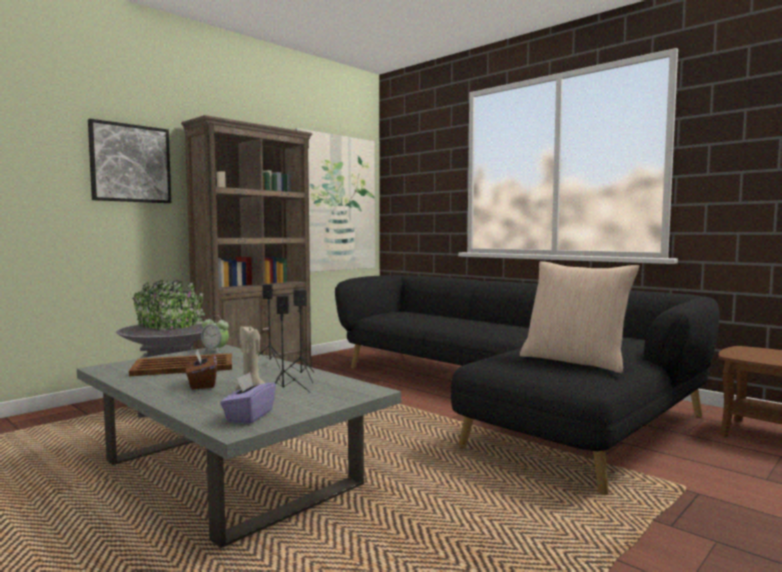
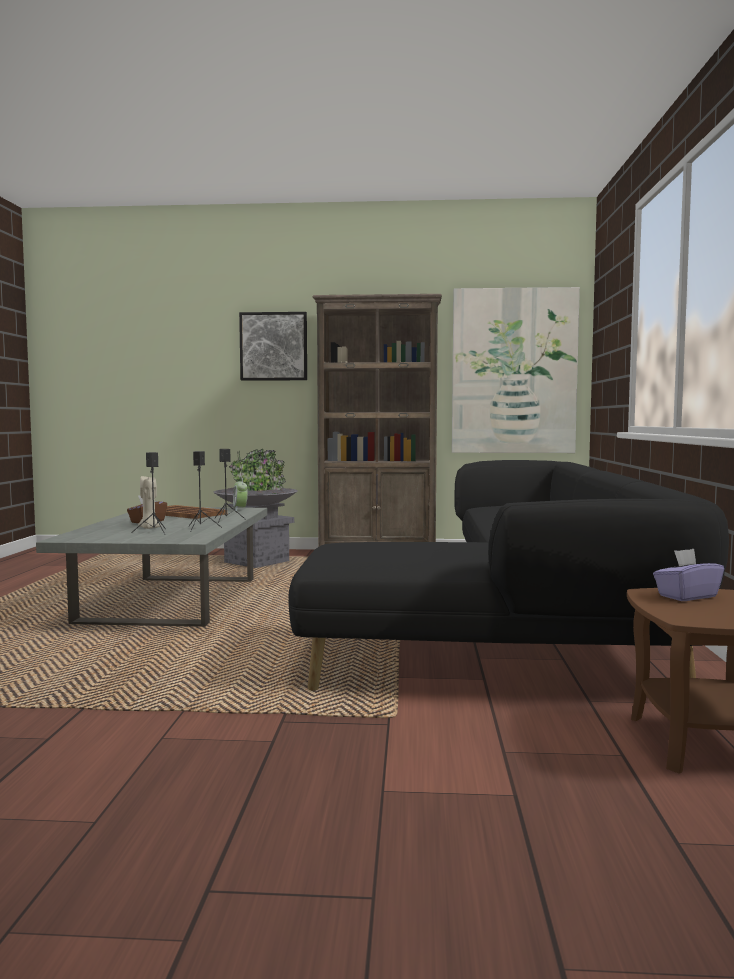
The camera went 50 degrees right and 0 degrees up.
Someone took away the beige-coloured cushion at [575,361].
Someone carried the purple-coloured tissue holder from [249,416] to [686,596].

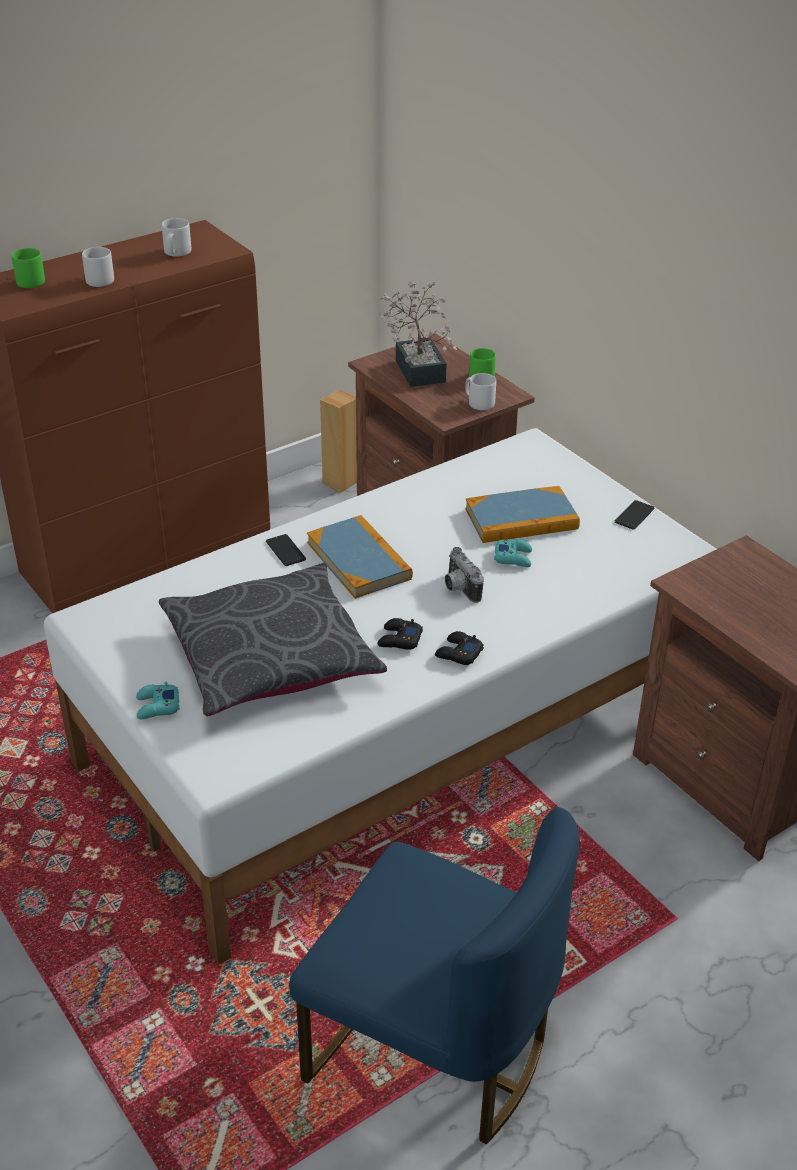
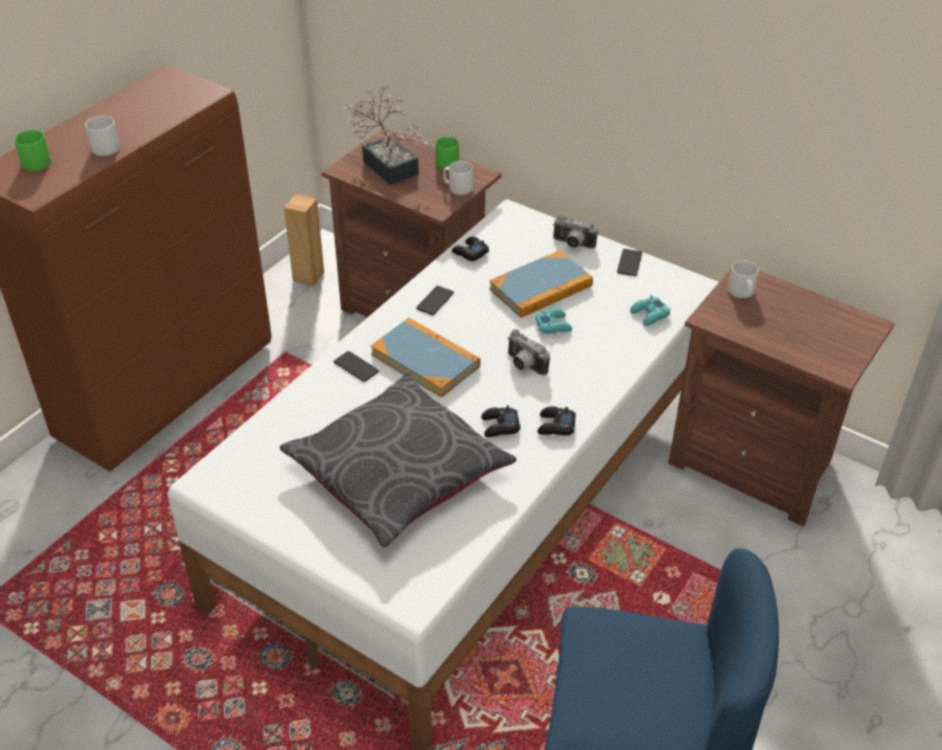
The camera went 20 degrees left and 5 degrees up.
Someone put down the telephone at [435,301].
Someone put down the black game controller at [470,253].
Someone put down the still camera at [572,245].
Someone carried the turquoise-coloured game controller from [157,706] to [649,315].
Someone carried the grey mug from [176,253] to [741,293].

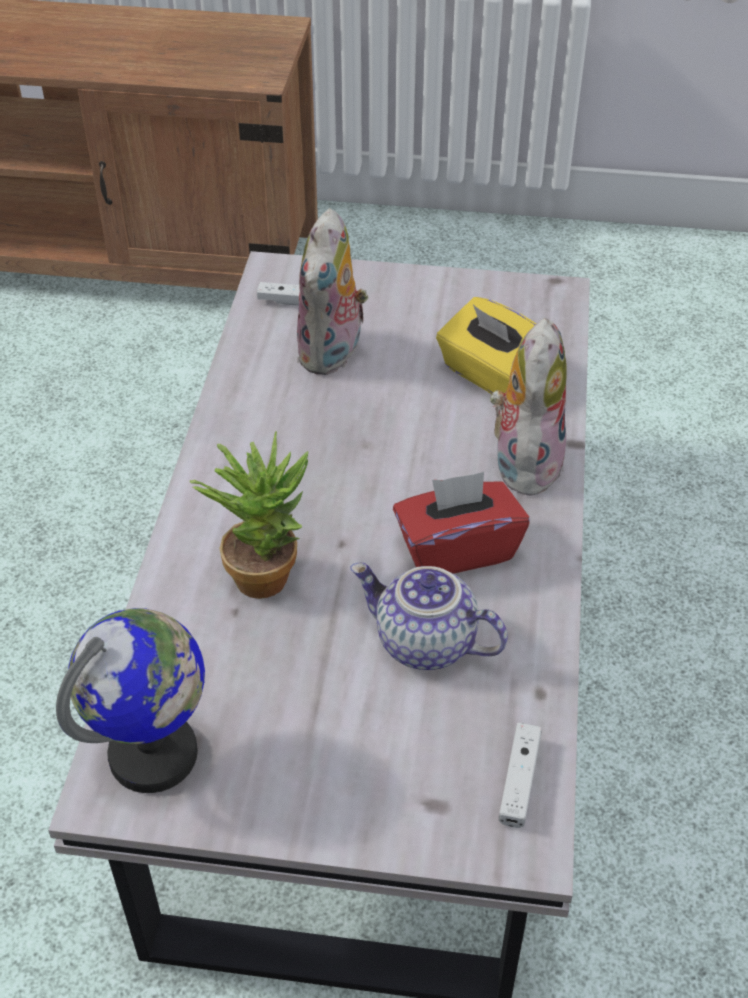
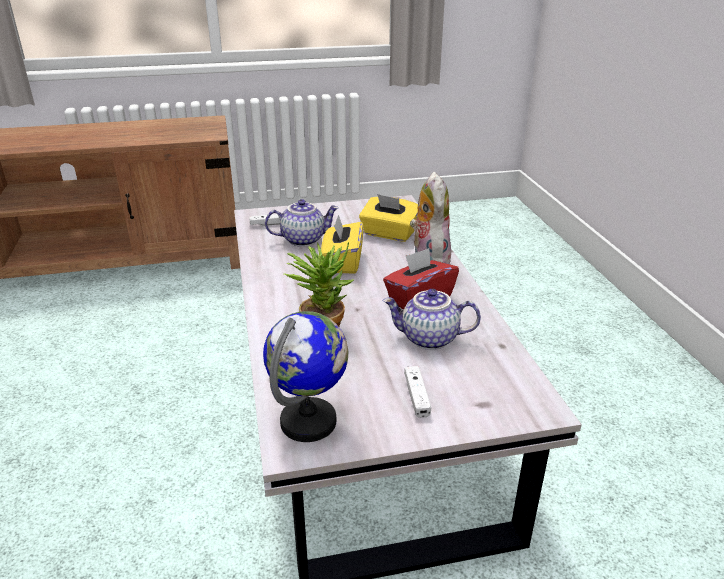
The camera went 20 degrees left and 15 degrees down.
Someone put down the yellowish tissue holder at [343,262].
Someone carried the white-coloured game controller from [519,781] to [416,396].
Someone swapped the plush toy at [333,354] for the tea pot at [303,239].

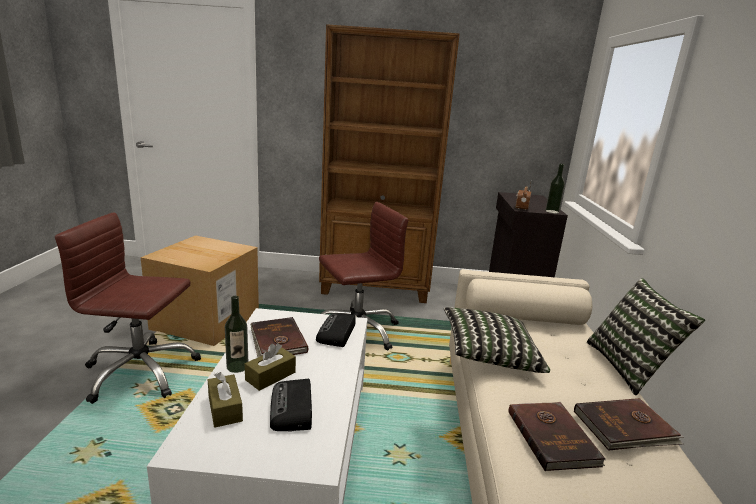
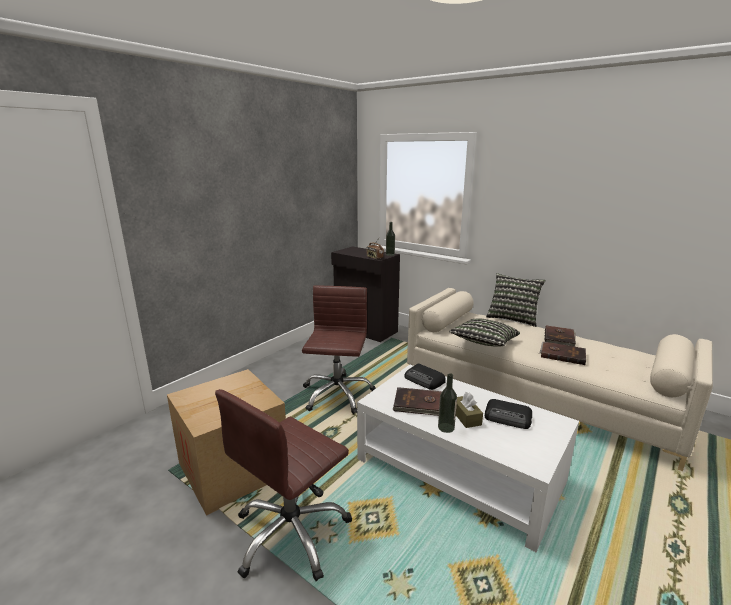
The camera went 55 degrees left and 0 degrees up.
Someone took away the brownish tissue holder at [225,408].
Someone took away the brownish bookcase at [376,288].

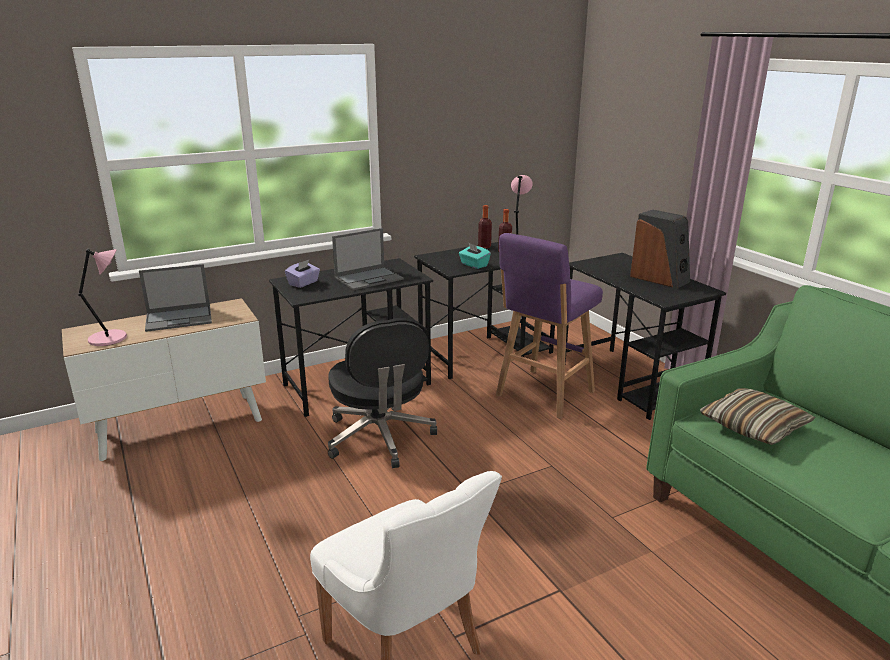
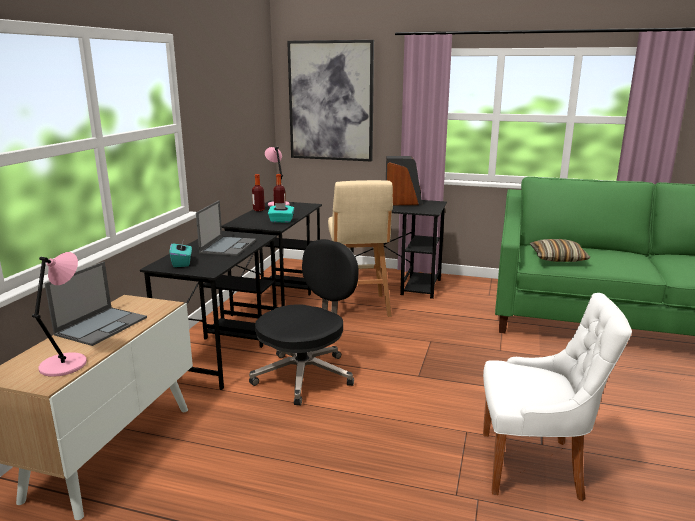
The camera went 45 degrees left and 5 degrees down.
Someone put up the wall art at [331,101].
Someone repainted the purple-coloured tissue holder at [303,283], which became the turquoise-coloured tissue holder at [182,263].
Someone repainted the purple-coloured sitting stool at [543,394], which became the beige-coloured sitting stool at [358,308].
Someone rotated the black desk chair at [380,438] by 75 degrees counterclockwise.

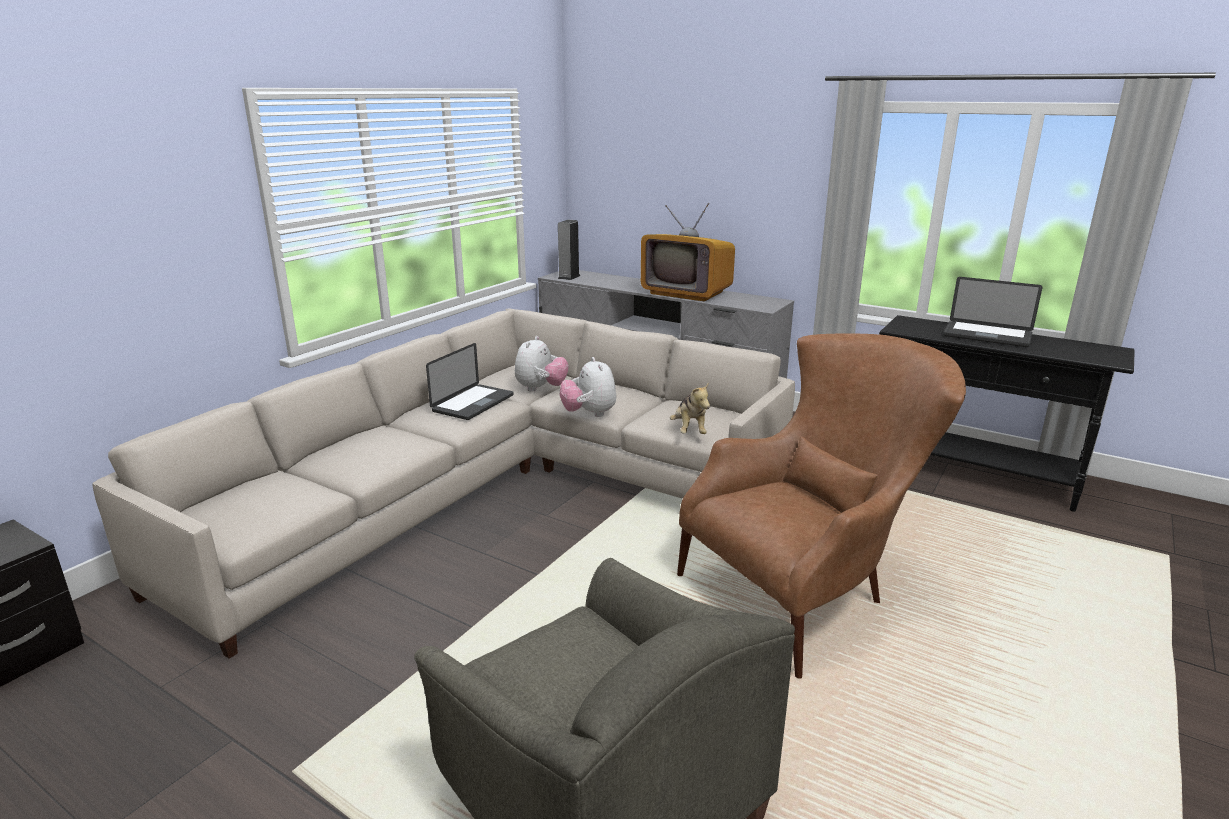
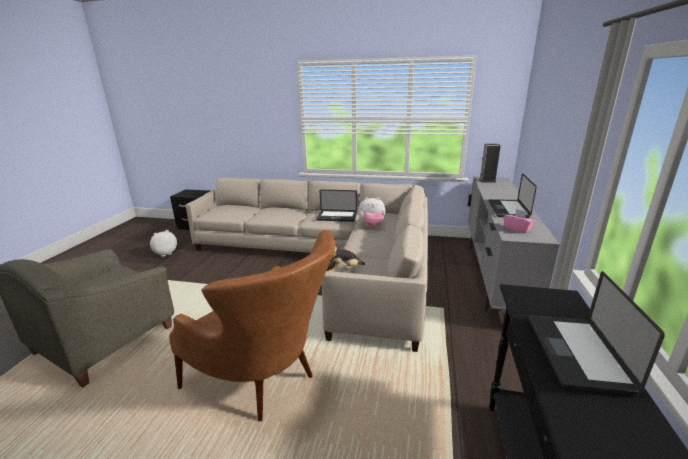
The camera went 70 degrees right and 0 degrees up.
Someone put down the pink-coloured tissue holder at [517,229].
Someone carried the plush toy from [589,414] to [165,253].
Someone swapped the TV at [687,293] for the portable computer at [508,209].

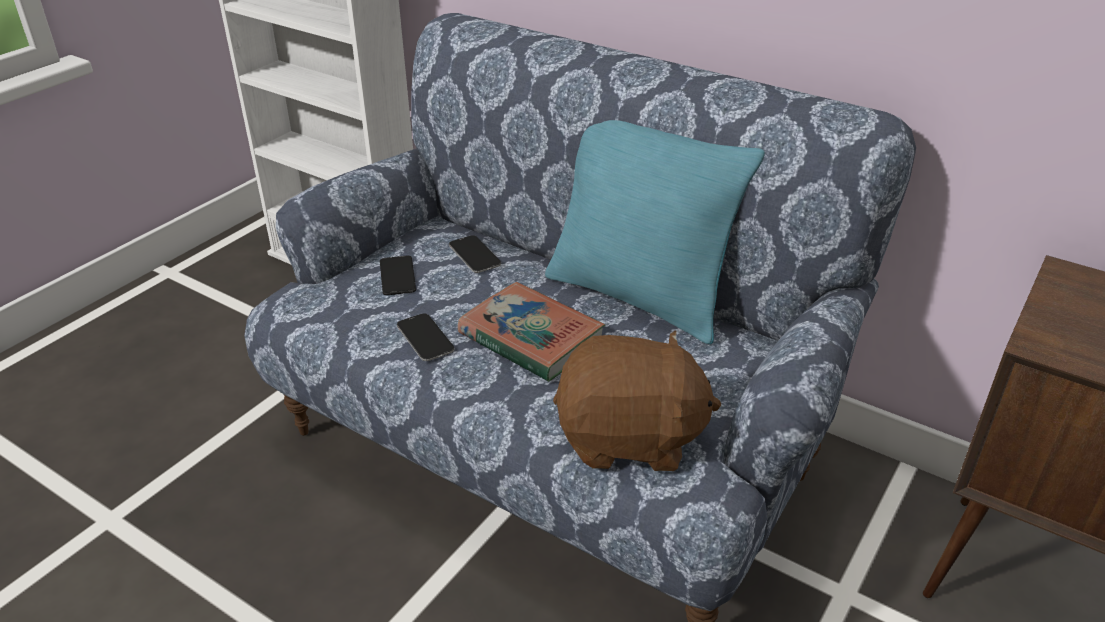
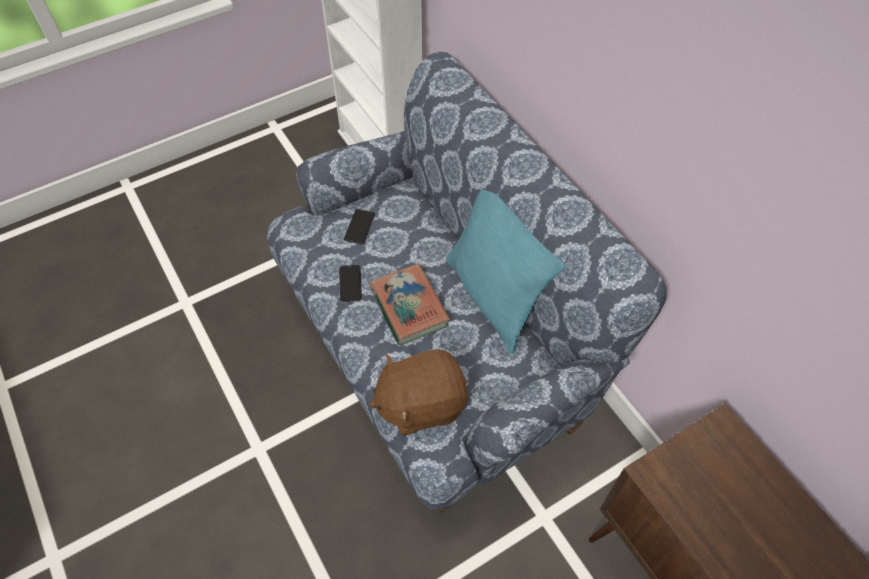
The camera went 25 degrees right and 20 degrees up.
Someone took away the telephone at [474,255].
Someone rotated the brownish plush toy at [629,438] by 135 degrees clockwise.

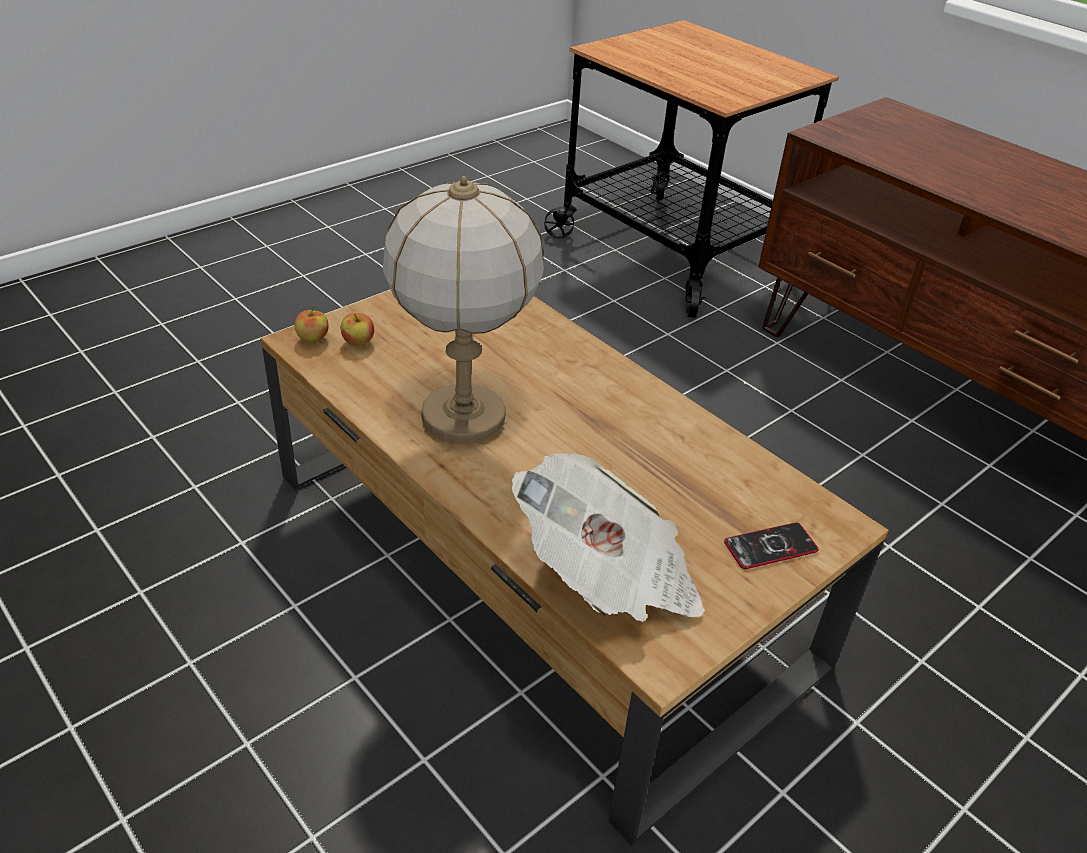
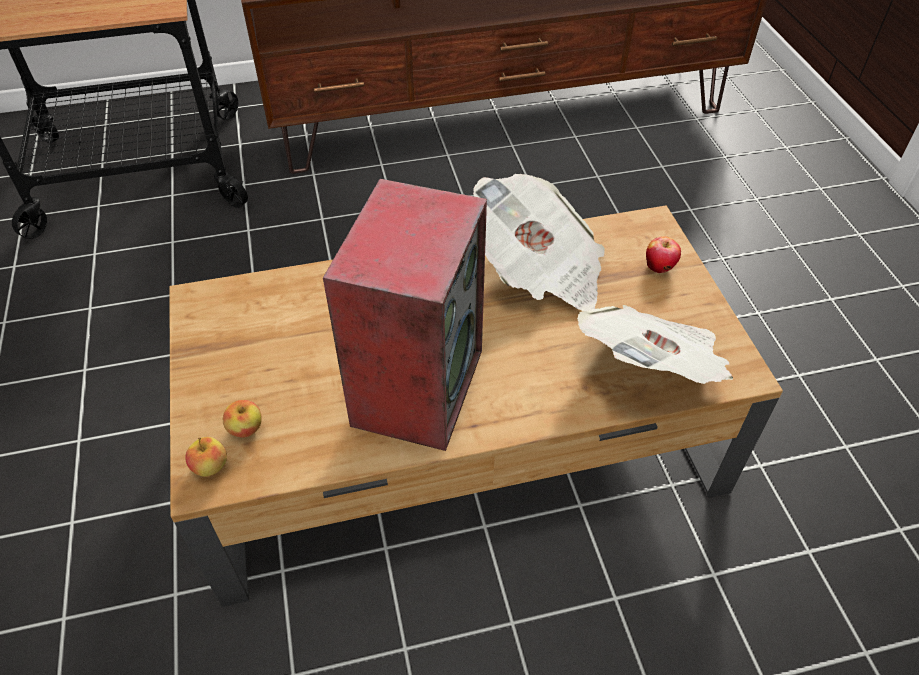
The camera went 60 degrees left and 10 degrees up.
Someone put down the newspaper at [539,270].
Someone swapped the table lamp at [464,416] for the speaker at [417,385].
Someone swapped the telephone at [770,547] for the apple fruit at [659,268].

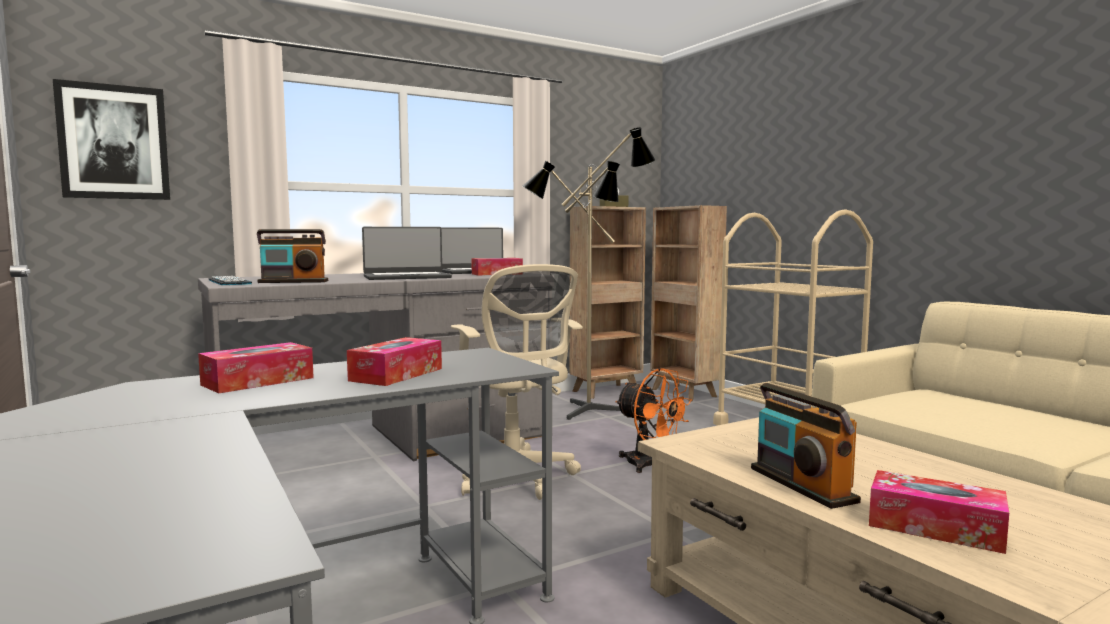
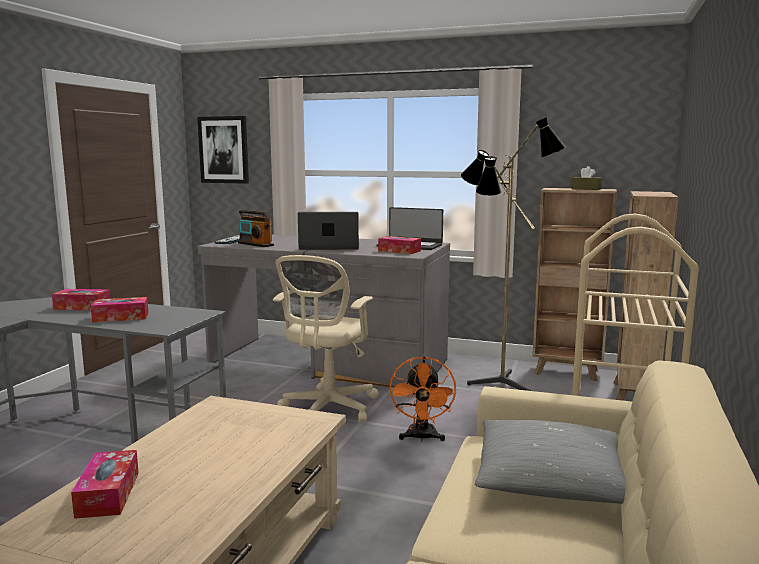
The camera went 50 degrees right and 5 degrees up.
Someone took away the radio set at [801,485].
Someone put down the grey cushion at [550,480].
Someone rotated the portable computer at [406,277] by 150 degrees clockwise.

